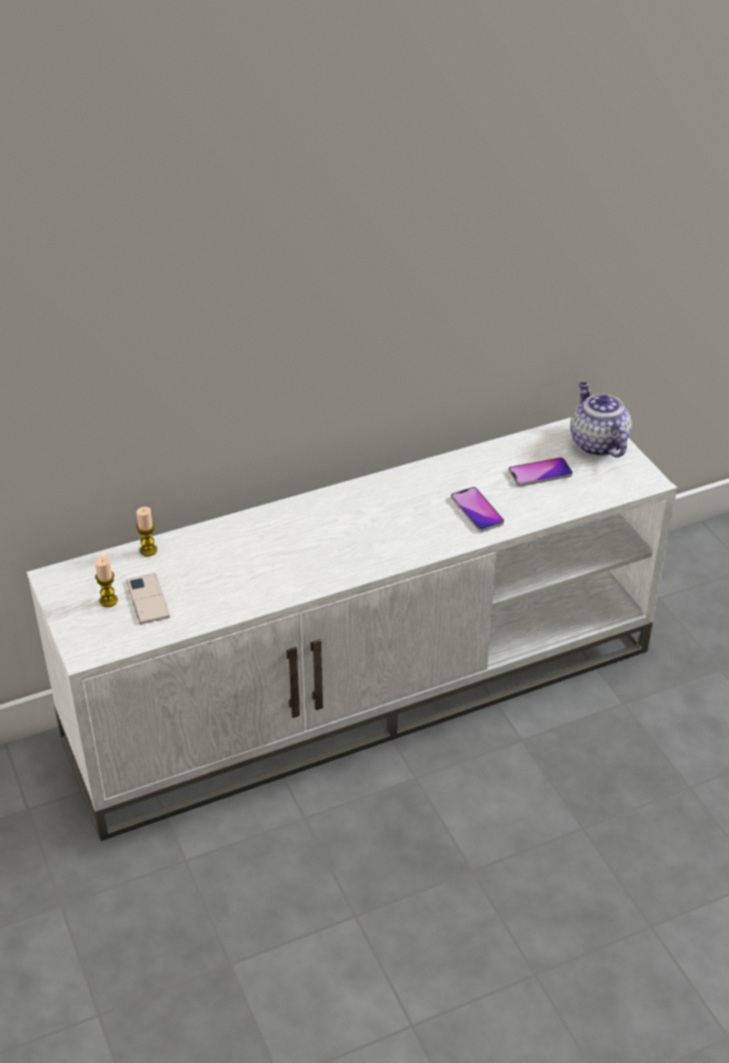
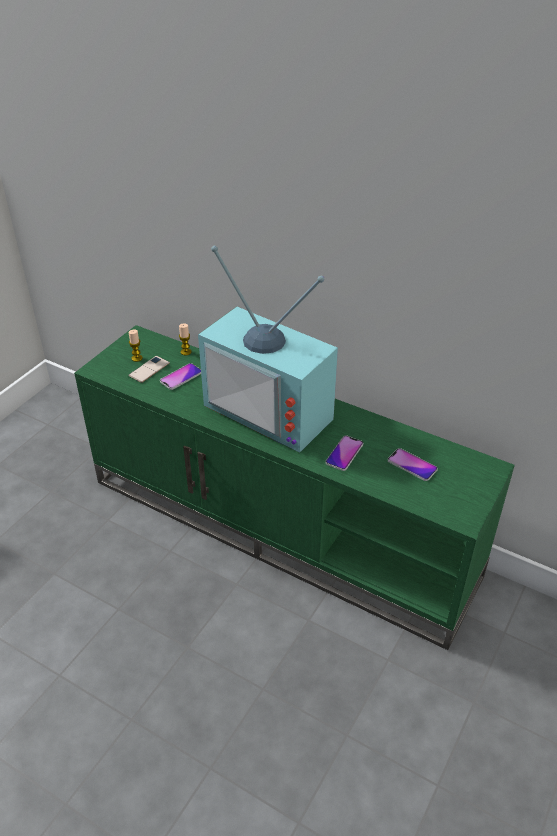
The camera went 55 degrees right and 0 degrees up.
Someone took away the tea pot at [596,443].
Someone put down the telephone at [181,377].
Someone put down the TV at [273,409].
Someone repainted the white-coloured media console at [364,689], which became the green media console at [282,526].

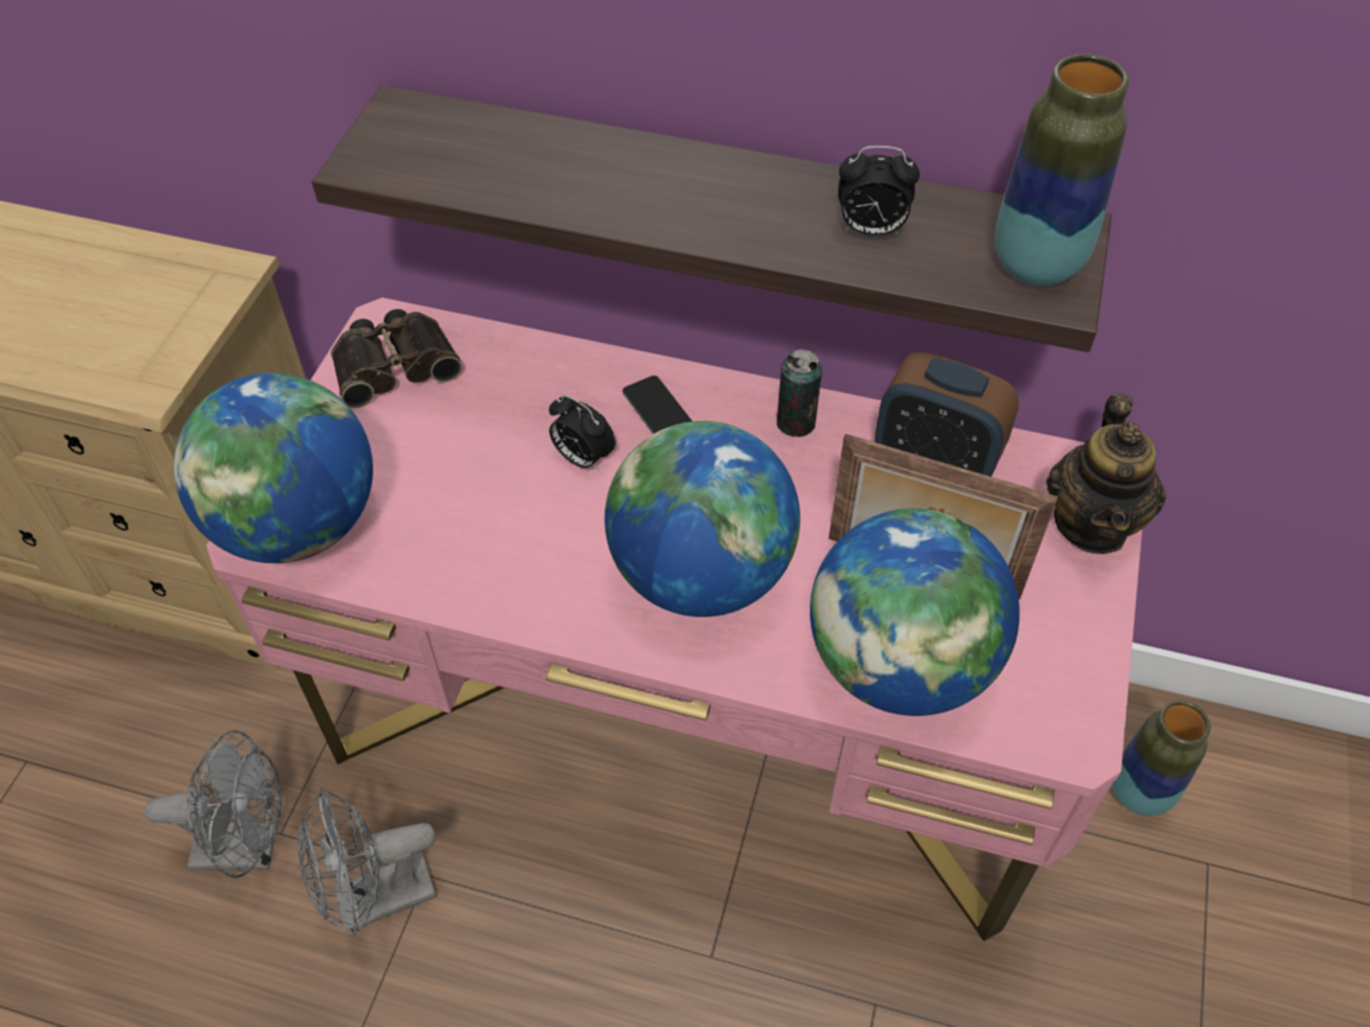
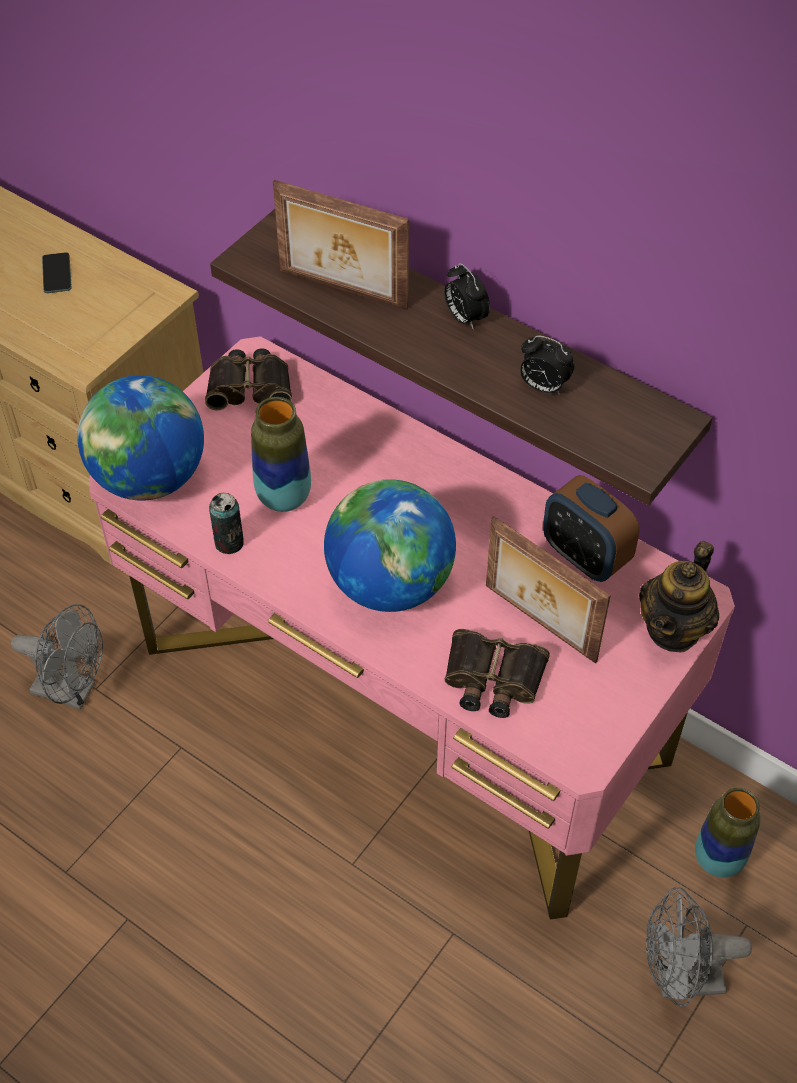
The camera went 20 degrees right and 0 degrees up.
Someone put down the photo frame at [342,290].
Someone carried the grey fan from [378,899] to [678,980].
Someone carried the table clock from [582,458] to [464,318].
Someone carried the telephone from [658,410] to [57,273].
Someone carried the sealed can from [795,423] to [229,543].
Someone carried the flower vase from [1036,266] to [284,497].
Someone swapped the desk globe at [899,665] for the pair of binoculars at [492,680].

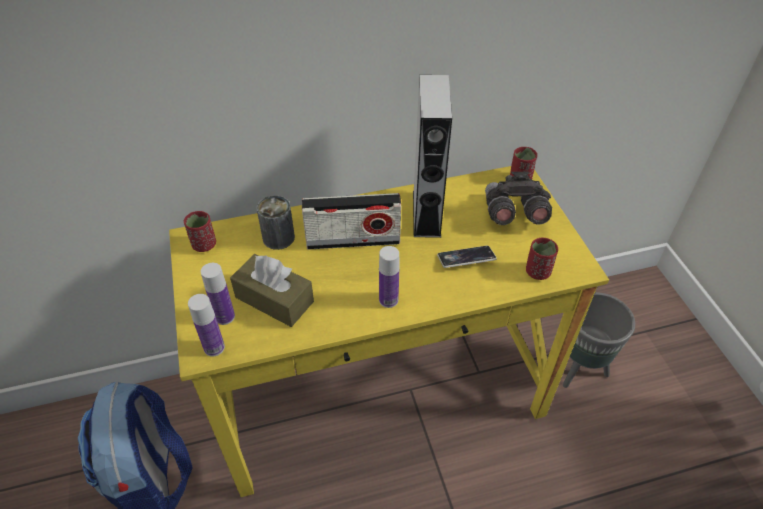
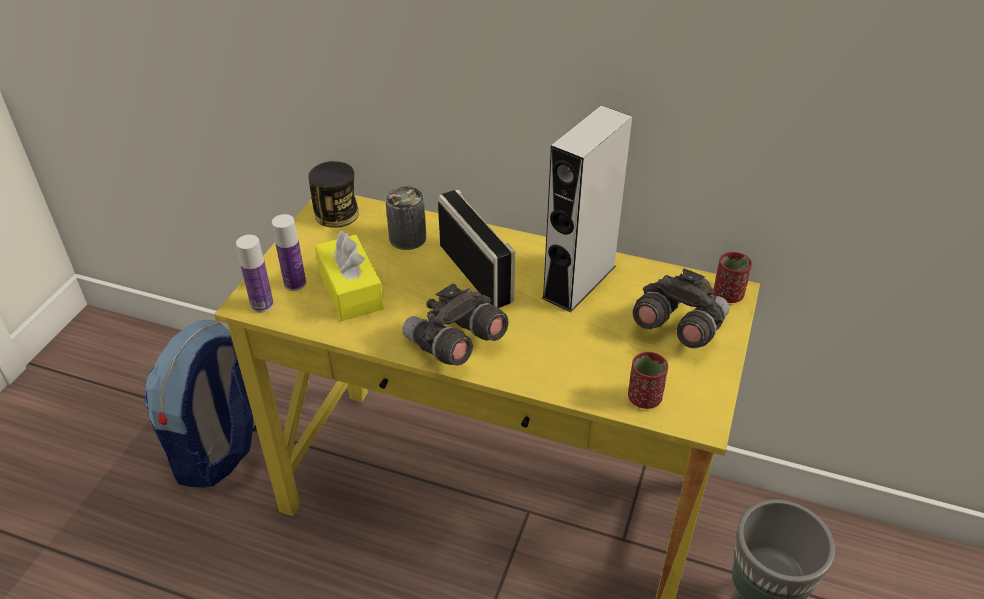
The camera went 35 degrees right and 5 degrees down.
Someone took away the telephone at [466,259].
Someone swapped the reddish drinking cup at [204,245] for the sealed can at [336,214].
Someone swapped the bottle at [388,300] for the grey pair of binoculars at [454,344].
Someone repainted the brownish tissue holder at [274,299], which became the yellowish tissue holder at [350,290].
Someone rotated the radio set at [353,240] by 150 degrees counterclockwise.

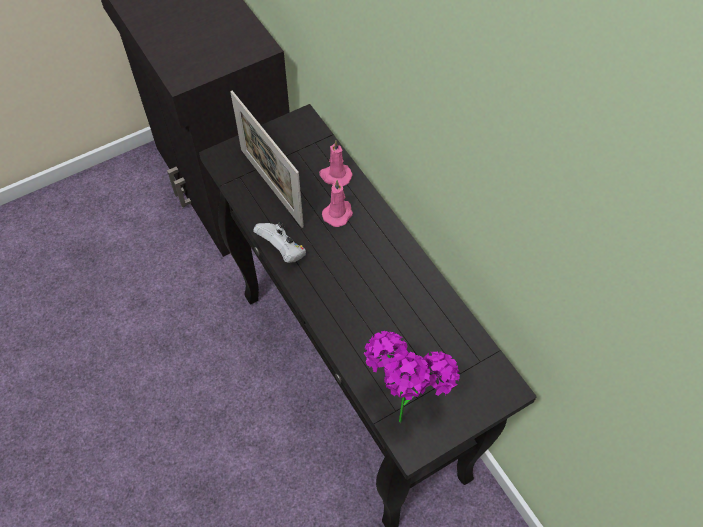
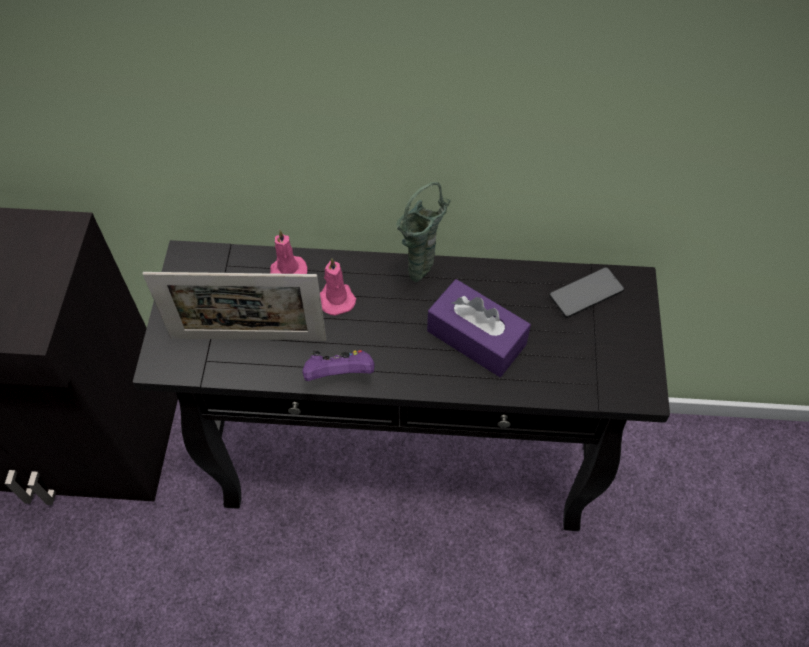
The camera went 55 degrees left and 0 degrees up.
Someone took away the houseplant at [402,406].
Someone put down the green flower vase at [423,274].
Someone put down the purple-coloured tissue holder at [476,338].
Someone put down the telephone at [586,293].
Someone repainted the white-coloured game controller at [282,250], which became the purple-coloured game controller at [339,374].

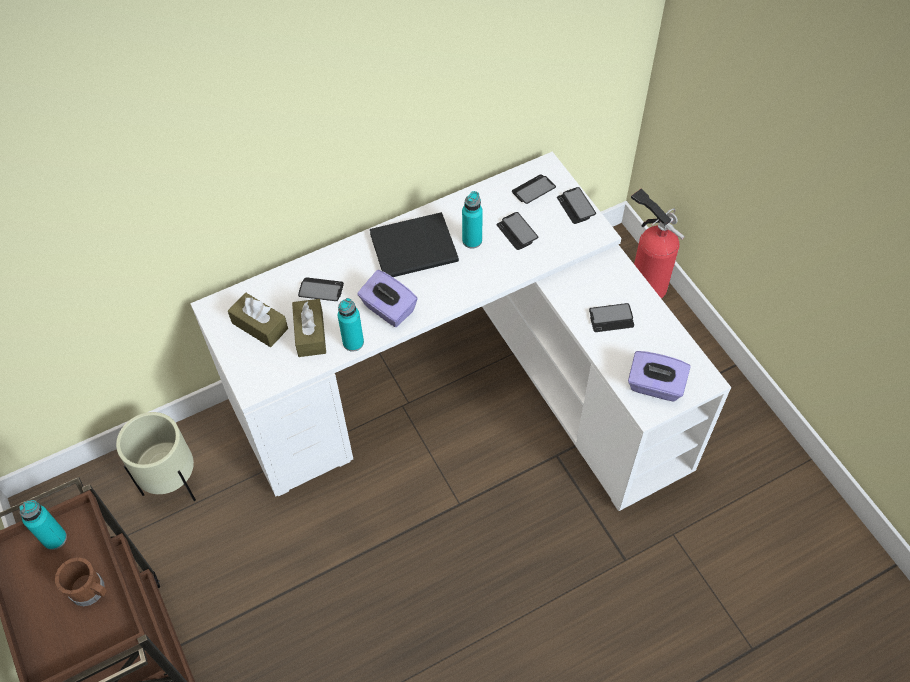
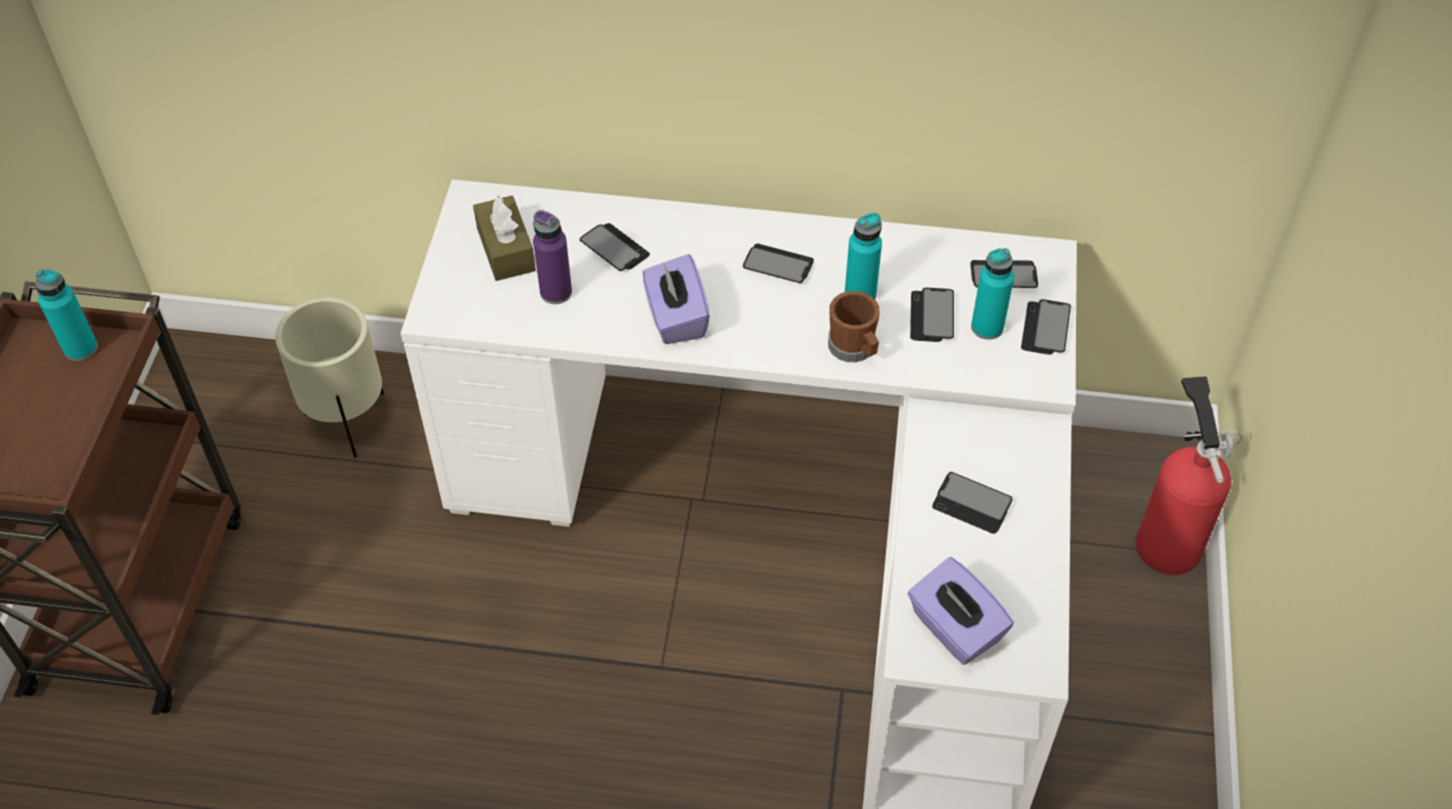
The camera went 35 degrees right and 5 degrees down.
Someone carried the brownish mug from [91,591] to [854,349].
Someone carried the turquoise-coloured bottle from [353,342] to [987,327].
Someone swapped the brownish tissue holder at [310,334] for the purple-coloured bottle at [556,292].
Someone swapped the black volume at [416,249] for the telephone at [778,265].

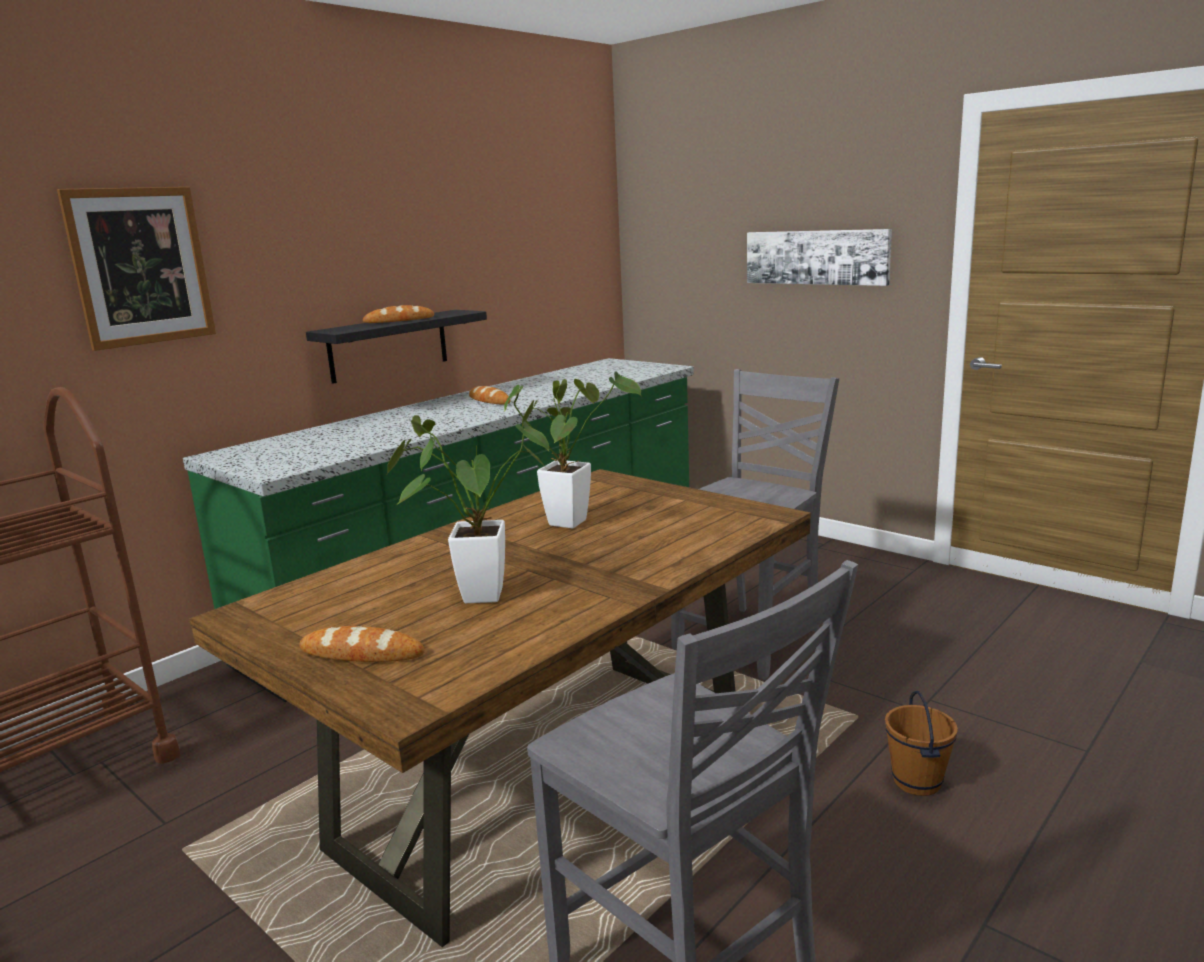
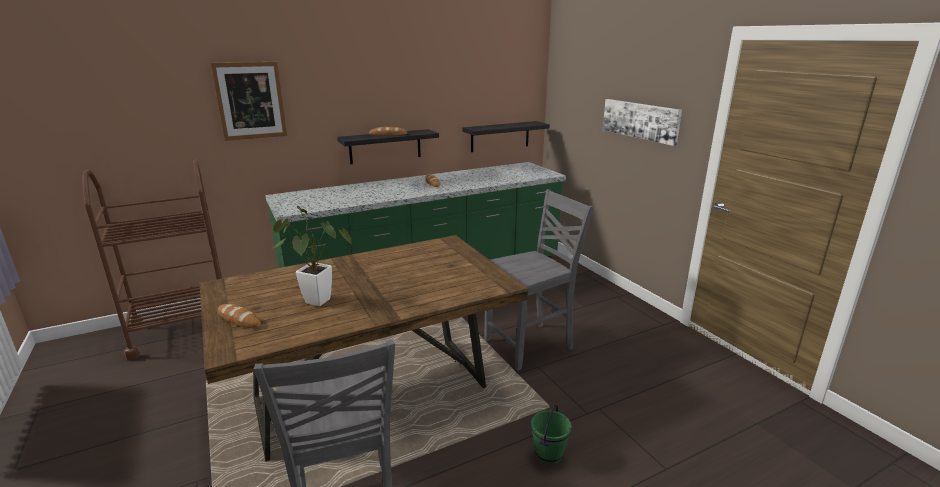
The camera went 20 degrees right and 5 degrees up.
Someone took away the houseplant at [572,520].
Someone put up the black bracket shelf at [500,136].
Someone repainted the brownish water bucket at [916,782], which became the green water bucket at [548,454].

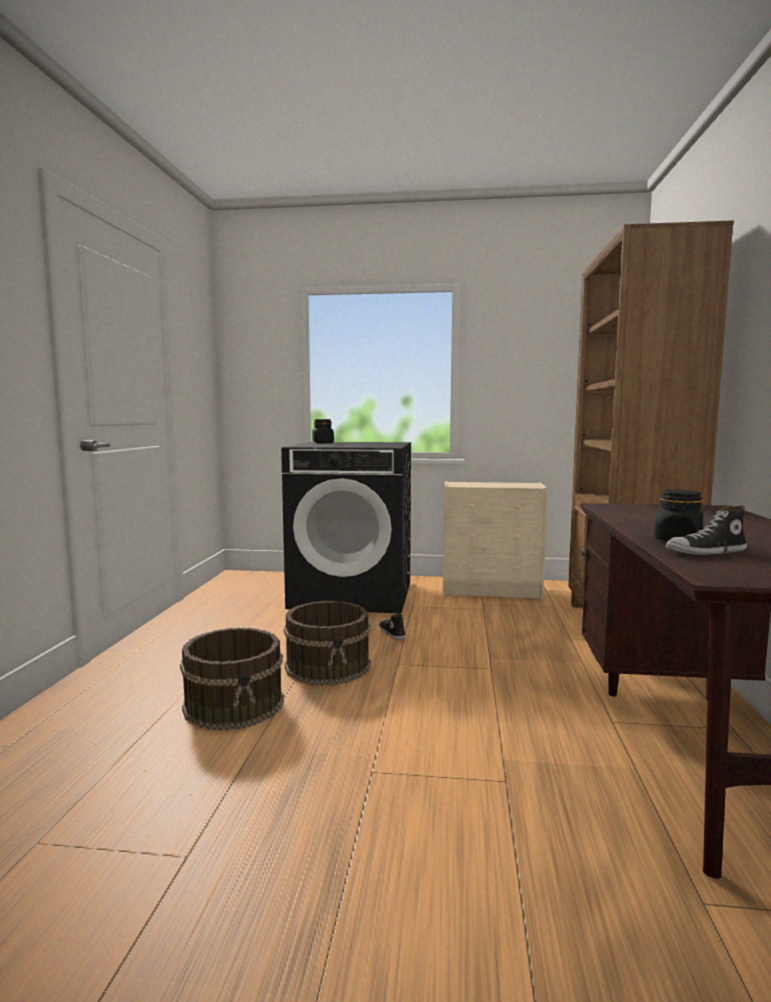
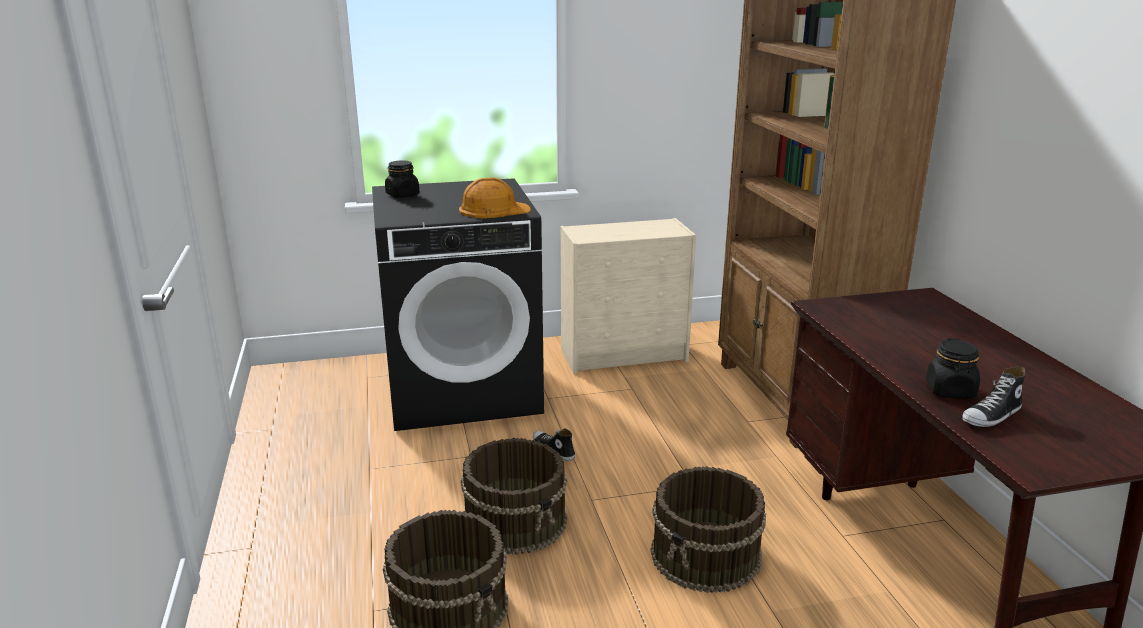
The camera went 20 degrees left and 15 degrees up.
Someone put down the orange safety helmet at [493,209].
Someone put down the brownish water bucket at [706,555].

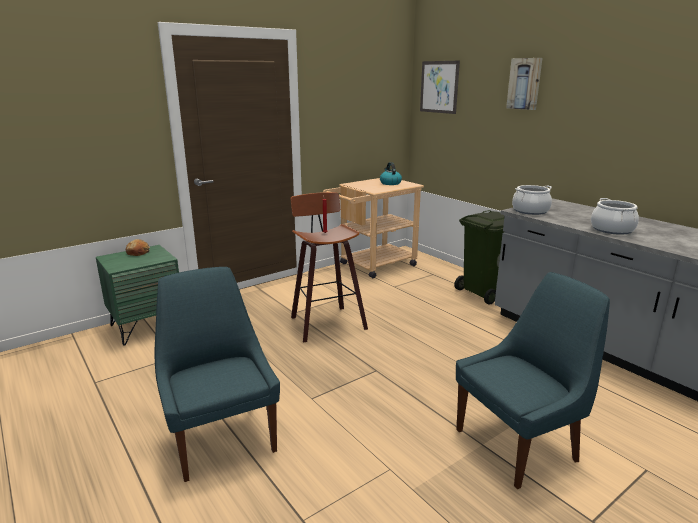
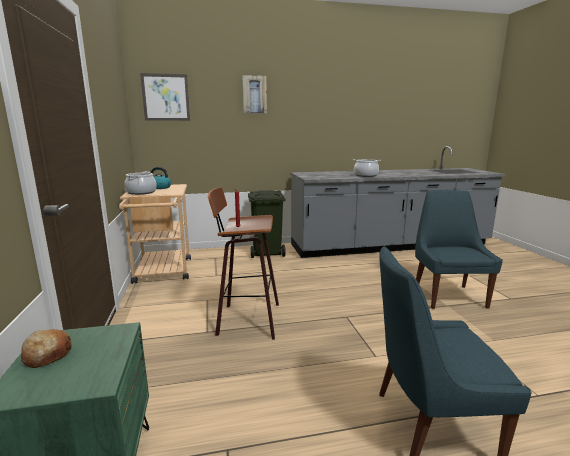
The camera went 65 degrees left and 5 degrees down.
Someone carried the saucepot from [530,211] to [141,192].

